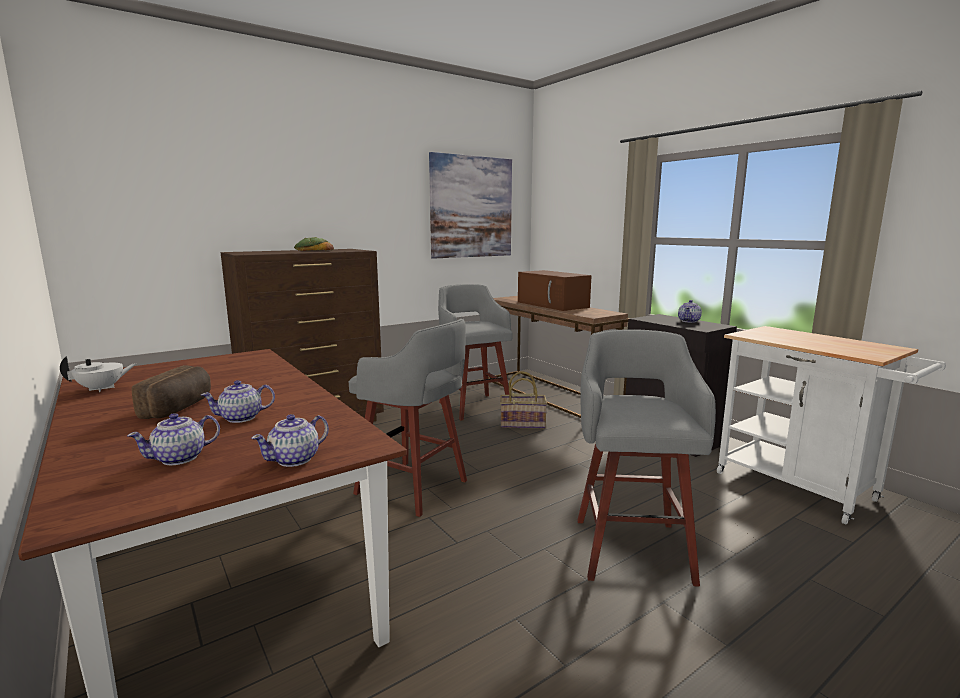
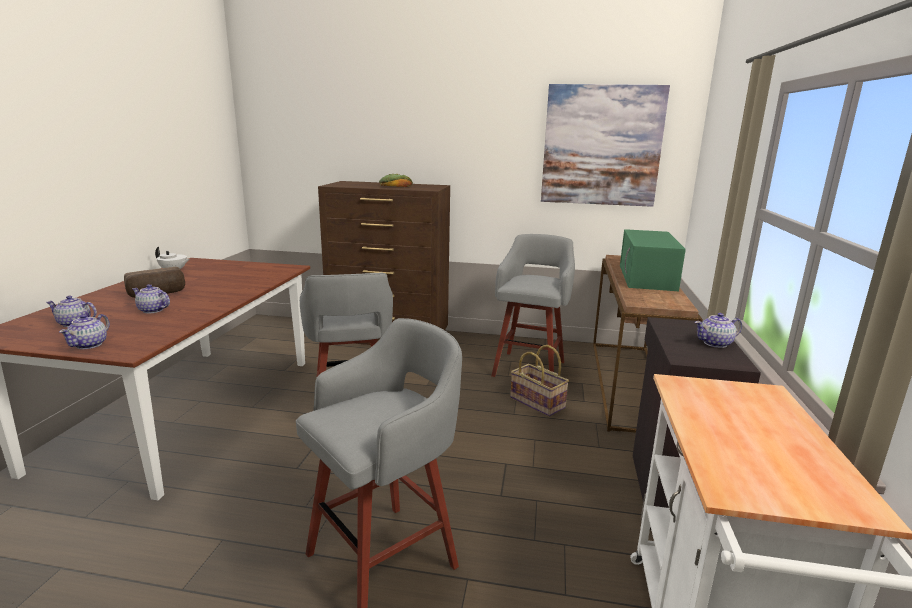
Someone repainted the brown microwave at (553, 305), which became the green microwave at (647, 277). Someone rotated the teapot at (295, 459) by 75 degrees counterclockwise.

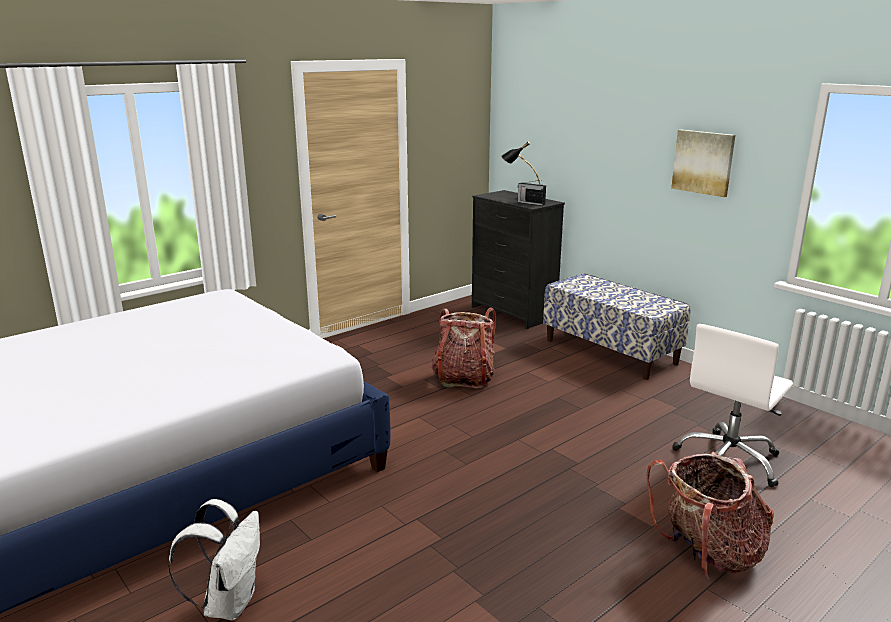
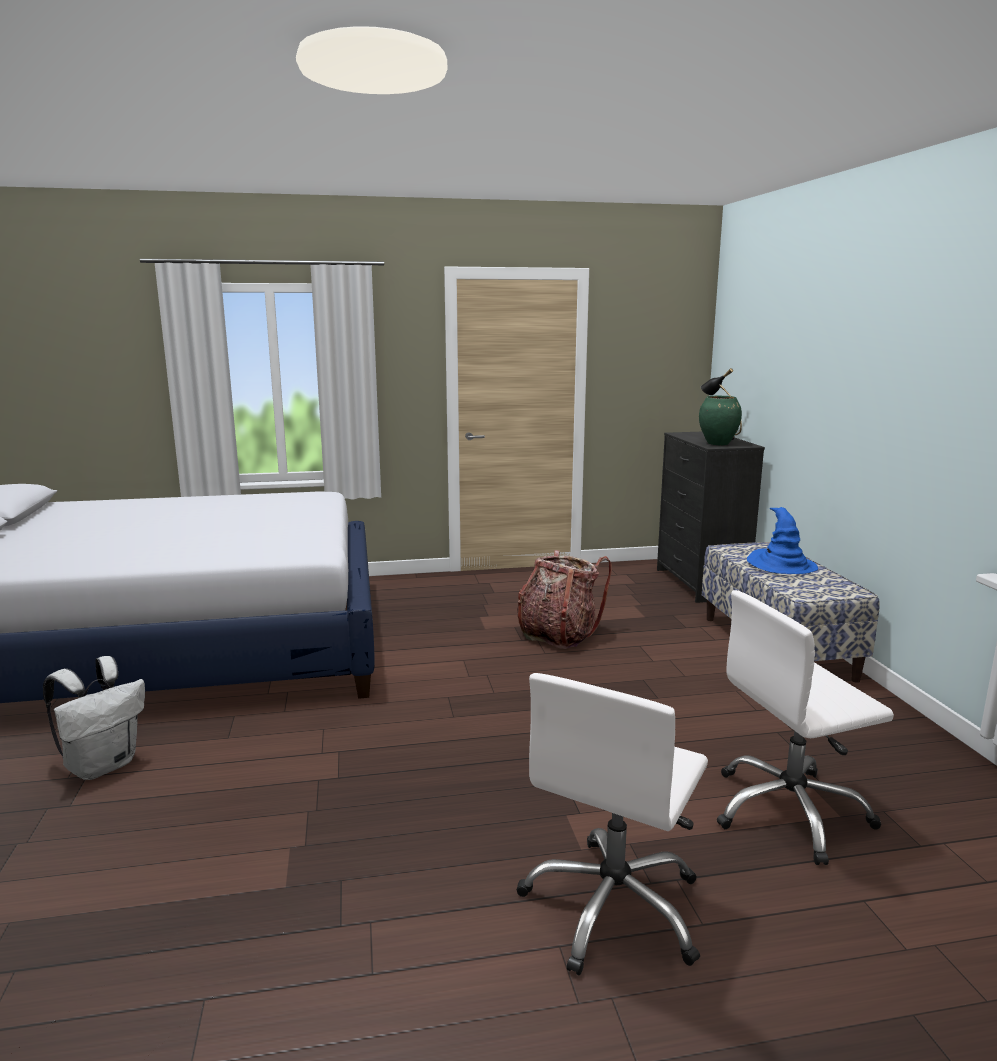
Someone took away the picture at (703, 162). Someone swapped the radio at (530, 203) for the green vase at (718, 444). Someone swapped the backpack at (707, 553) for the white office chair at (614, 907). Someone put down the blue hat at (781, 565).

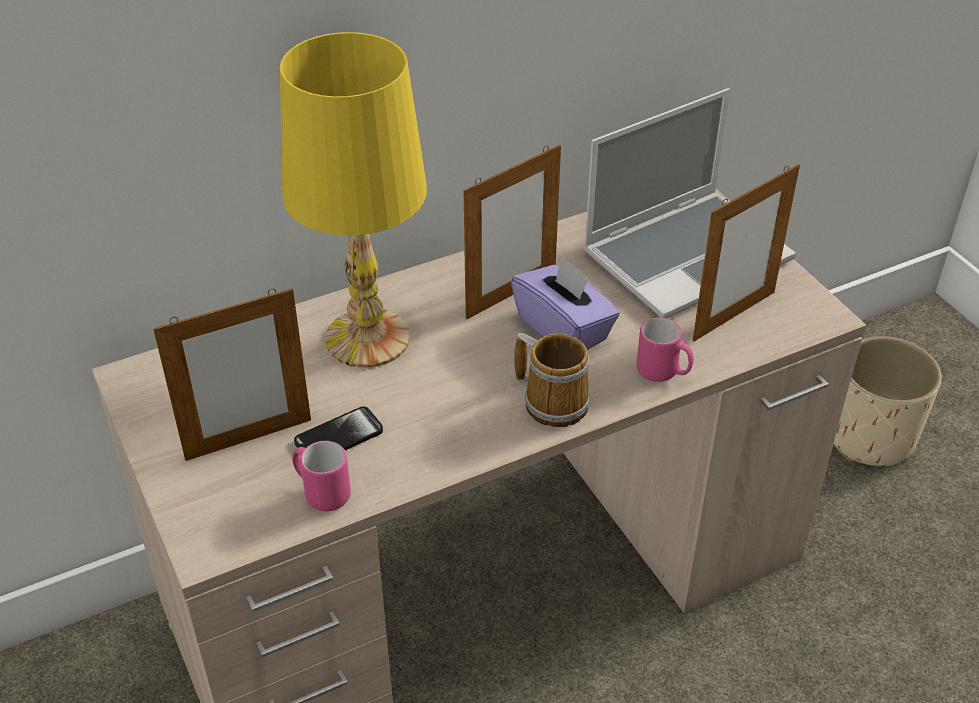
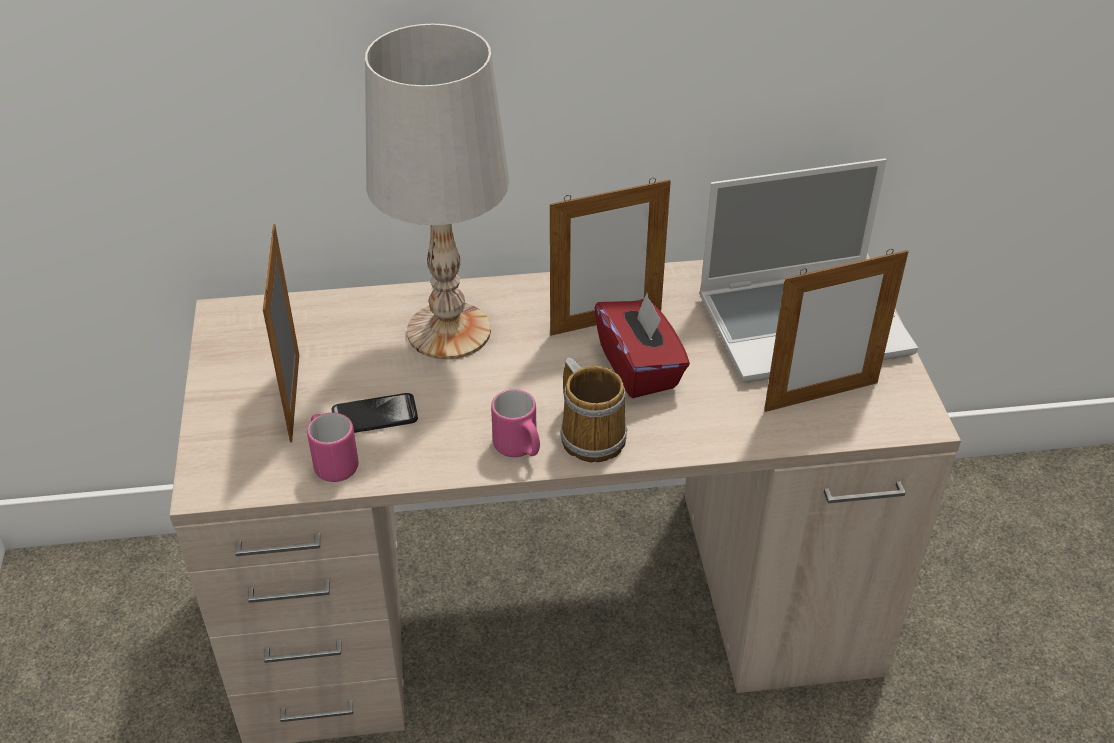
Someone repainted the yellow table lamp at (366, 338), which became the white table lamp at (448, 330). Someone repainted the purple tissue box at (564, 329), which became the red tissue box at (639, 368). Someone rotated the picture frame at (249, 439) by 90 degrees clockwise. Someone carried the pink mug from (663, 373) to (519, 449). Someone took away the beige planter at (871, 437).

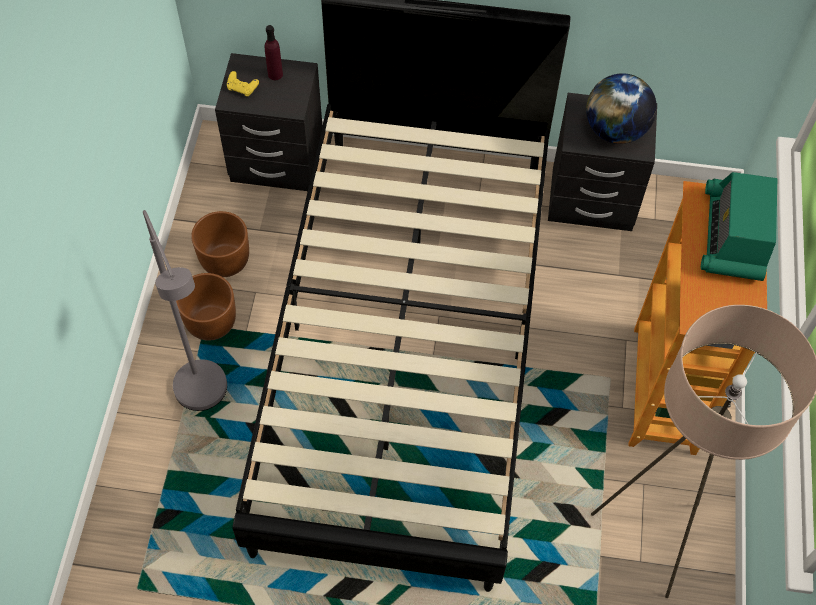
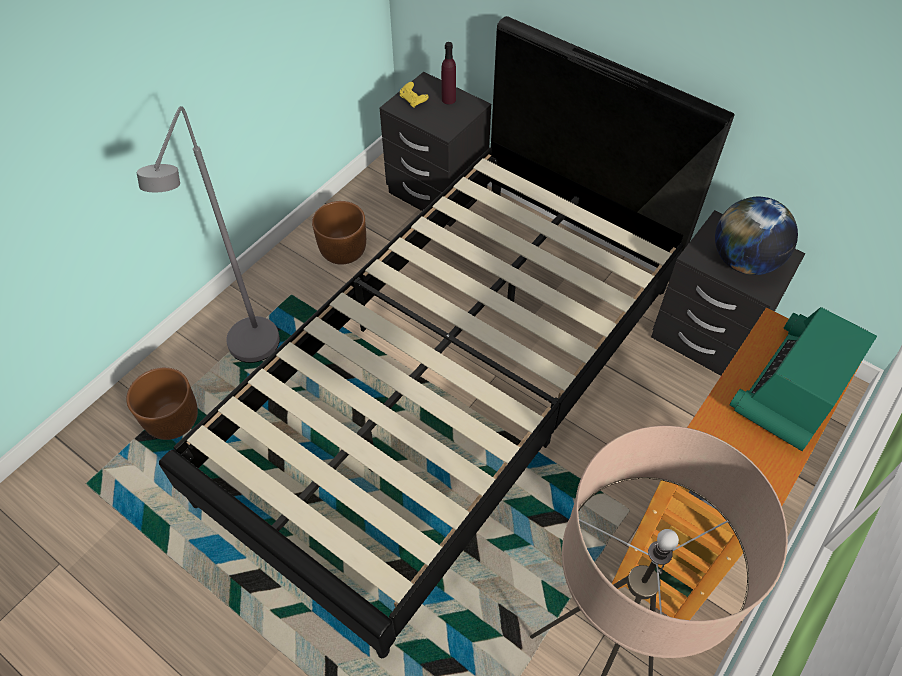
Someone carried the brown planter from (211, 321) to (173, 419).

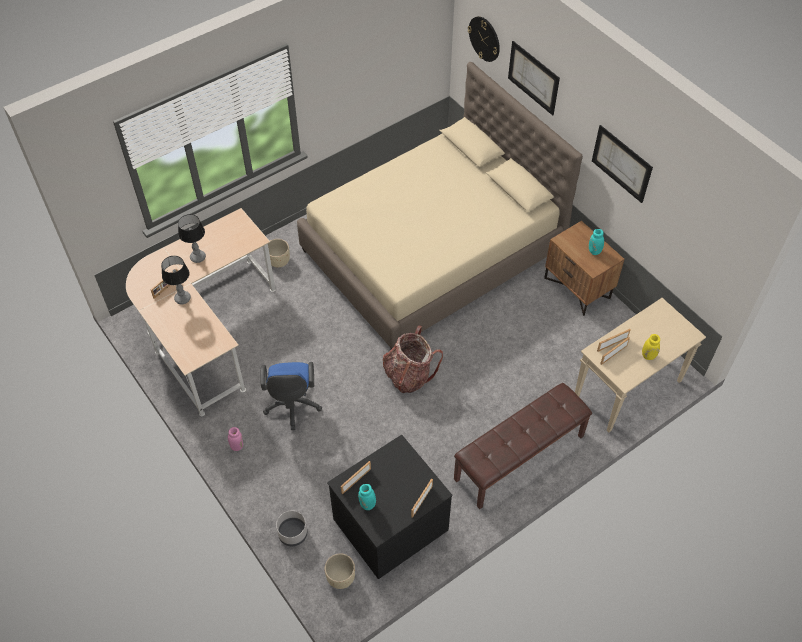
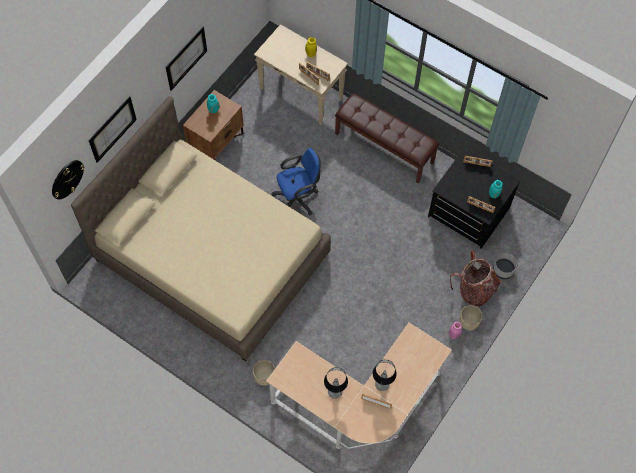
Someone carried the backpack from (408, 375) to (474, 290). Someone carried the blue office chair from (292, 407) to (298, 198). Someone carried the beige planter from (341, 578) to (469, 322).

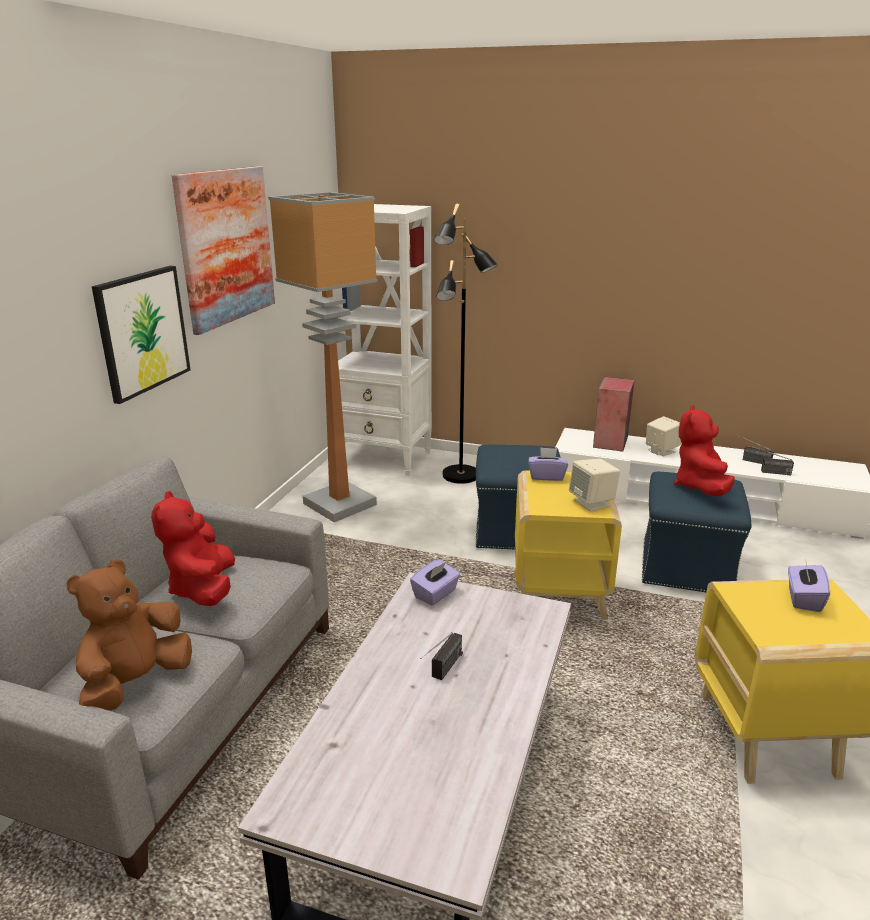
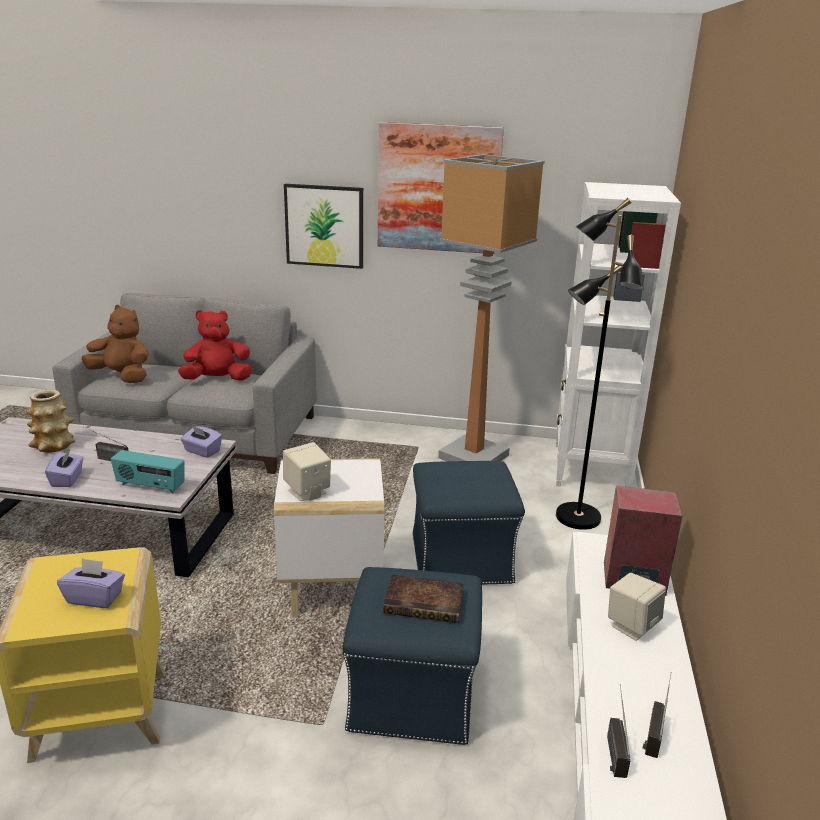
Someone swapped the red plush toy at (700, 487) for the book at (426, 603). Someone carried the purple tissue box from (546, 476) to (67, 479). Someone repainted the yellow side table at (560, 596), which became the white side table at (332, 588). Someone put down the vase at (54, 446). Someone put down the radio at (150, 486).

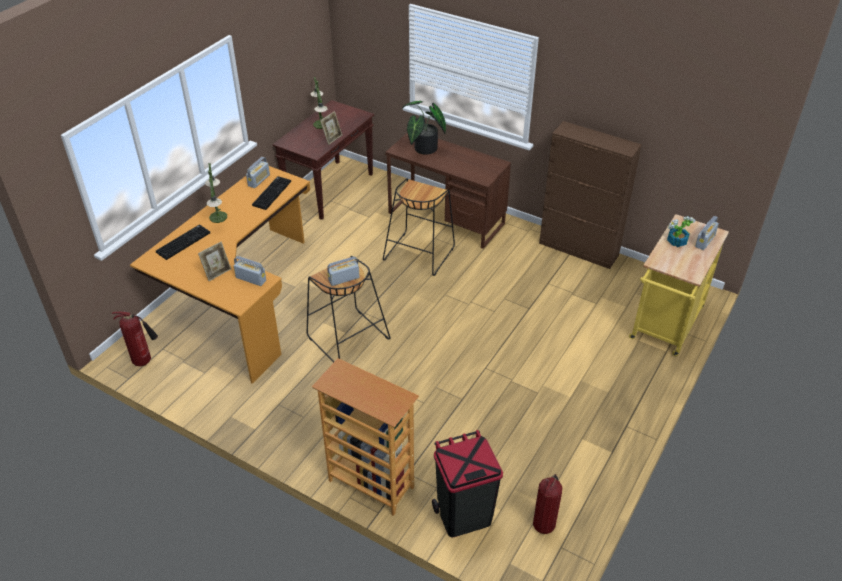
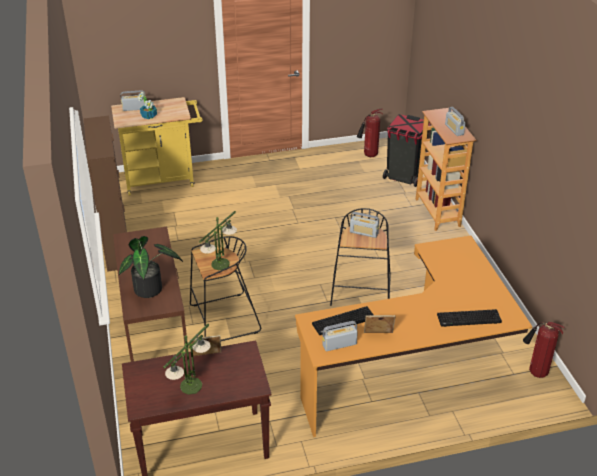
Someone carried the table lamp from (218, 217) to (220, 264). Someone carried the picture frame from (217, 272) to (378, 336). Someone carried the radio from (251, 279) to (454, 129).

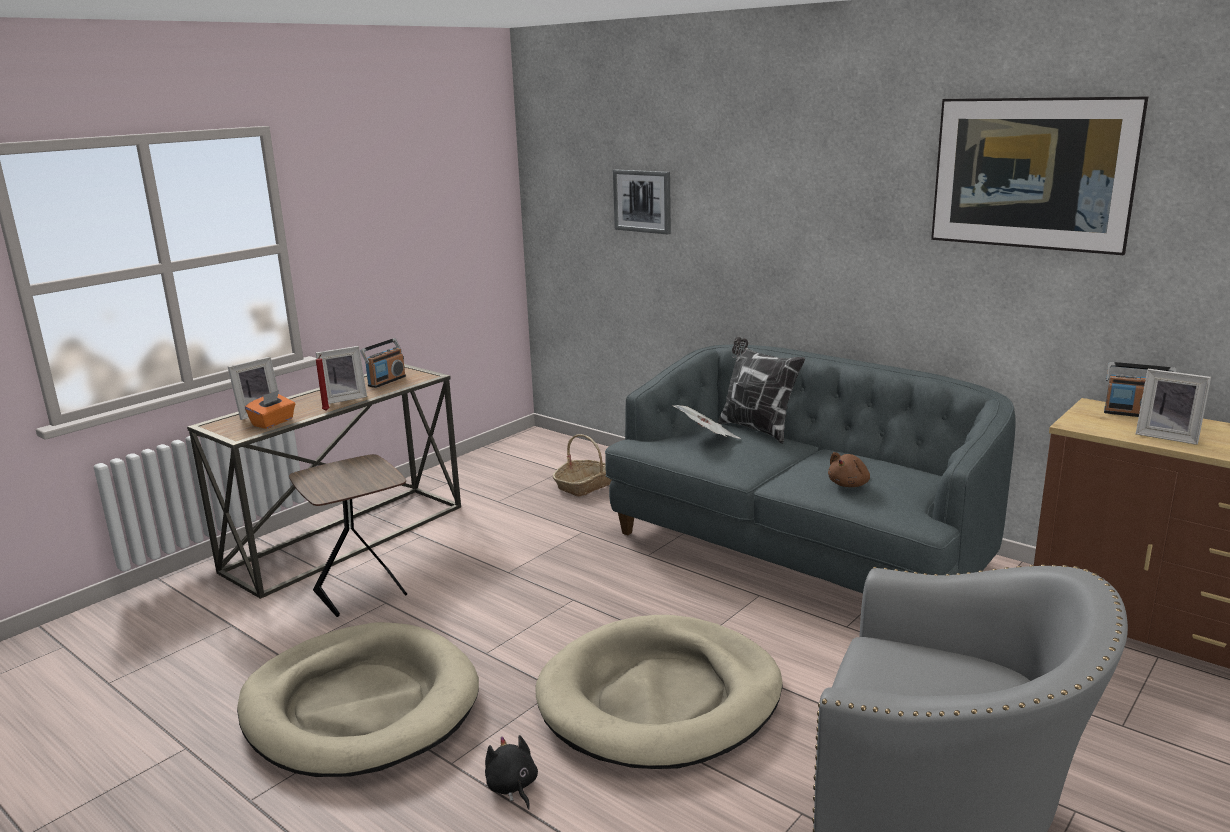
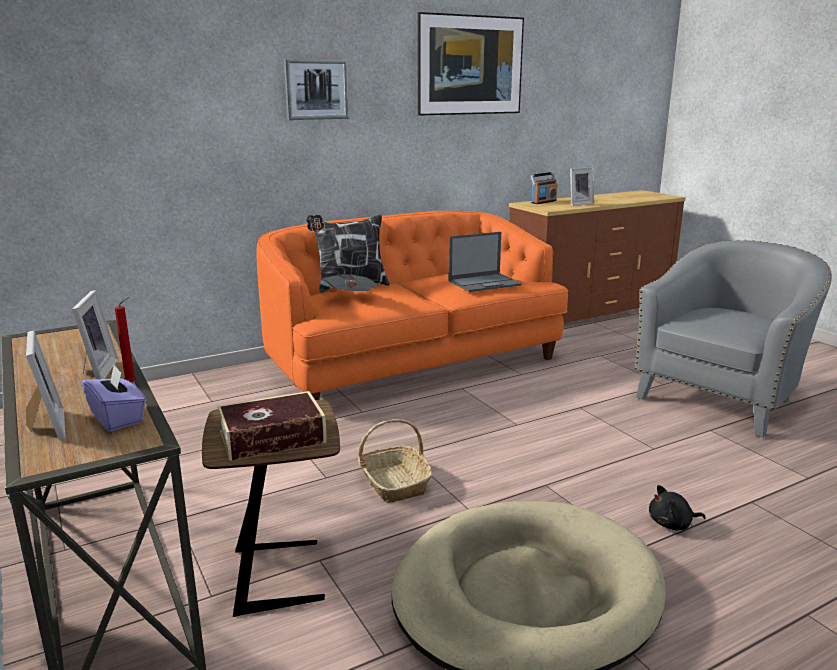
Someone carried the picture from (643, 201) to (316, 89). Someone took away the radio at (386, 381). Someone repainted the grey sofa at (800, 550), which became the orange sofa at (412, 363). Someone repainted the orange tissue box at (273, 422), which became the purple tissue box at (118, 418). Someone carried the basket from (586, 485) to (394, 483). Someone swapped the brown plush toy at (849, 484) for the laptop at (485, 283). Someone took away the beige dog bed at (660, 698). Someone put down the book at (272, 437).

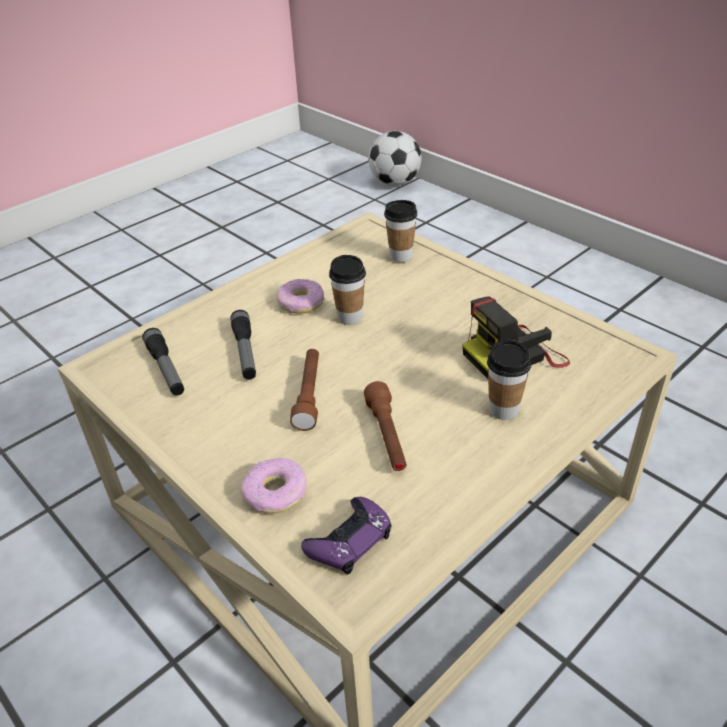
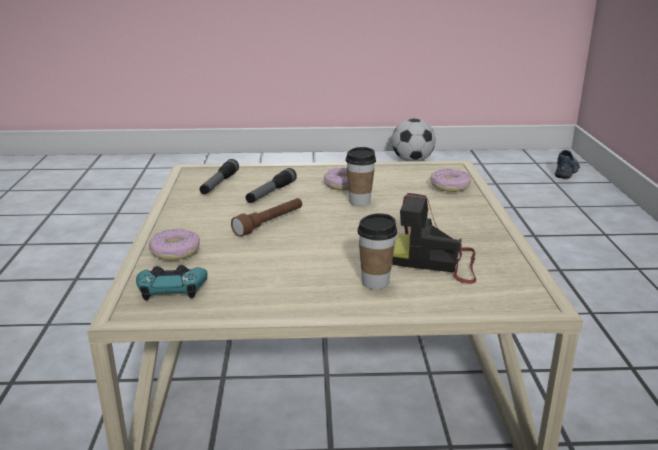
Someone carried the football from (395, 183) to (412, 161). Someone swapped the cup at (401, 256) for the donut at (450, 186). Someone took away the brown flashlight at (387, 436). Someone repainted the purple game controller at (349, 540), which became the turquoise game controller at (171, 288). Someone put down the shoe at (566, 171).

